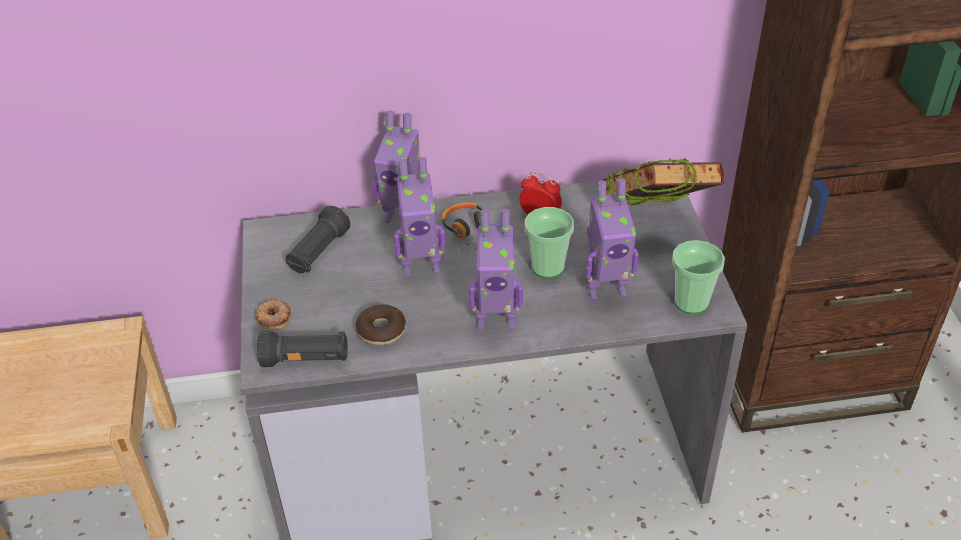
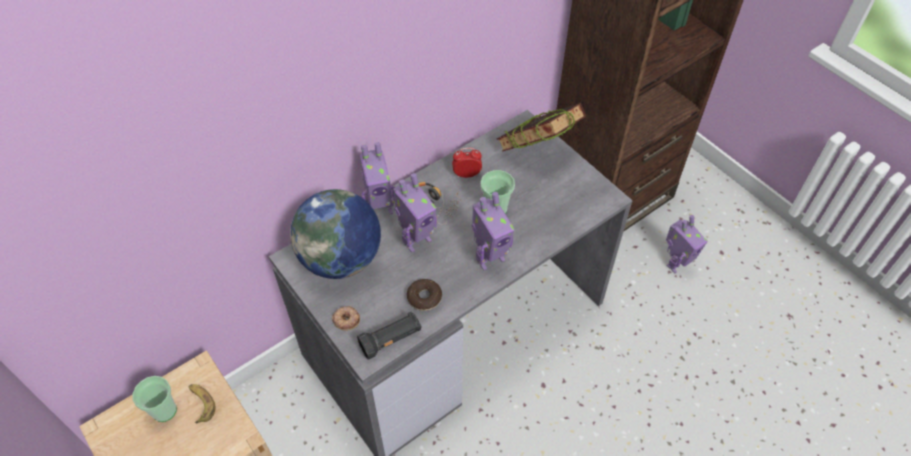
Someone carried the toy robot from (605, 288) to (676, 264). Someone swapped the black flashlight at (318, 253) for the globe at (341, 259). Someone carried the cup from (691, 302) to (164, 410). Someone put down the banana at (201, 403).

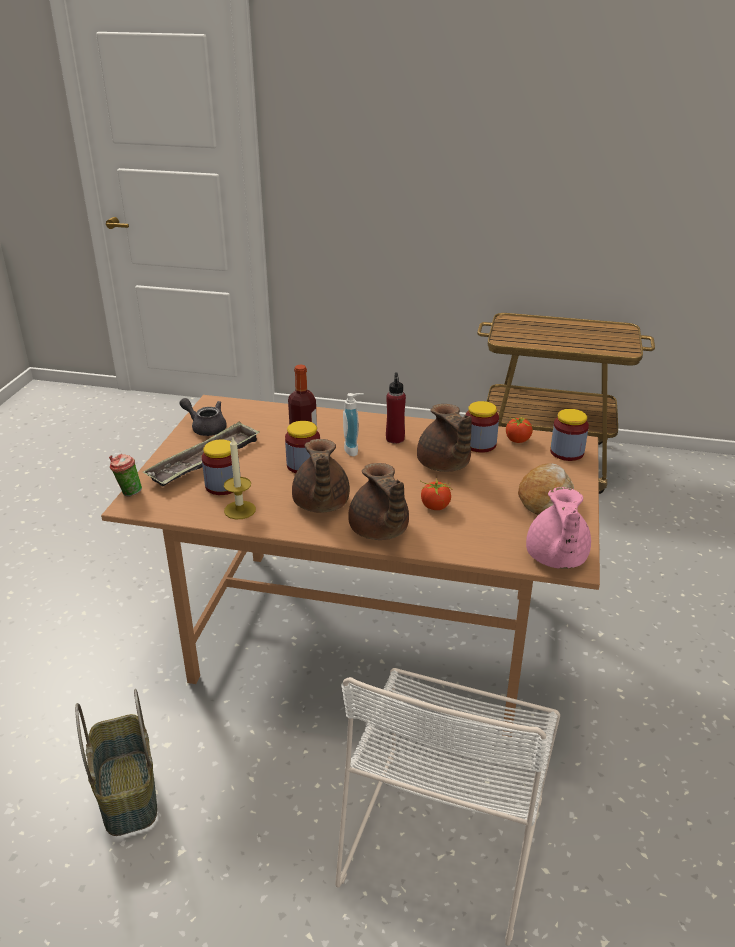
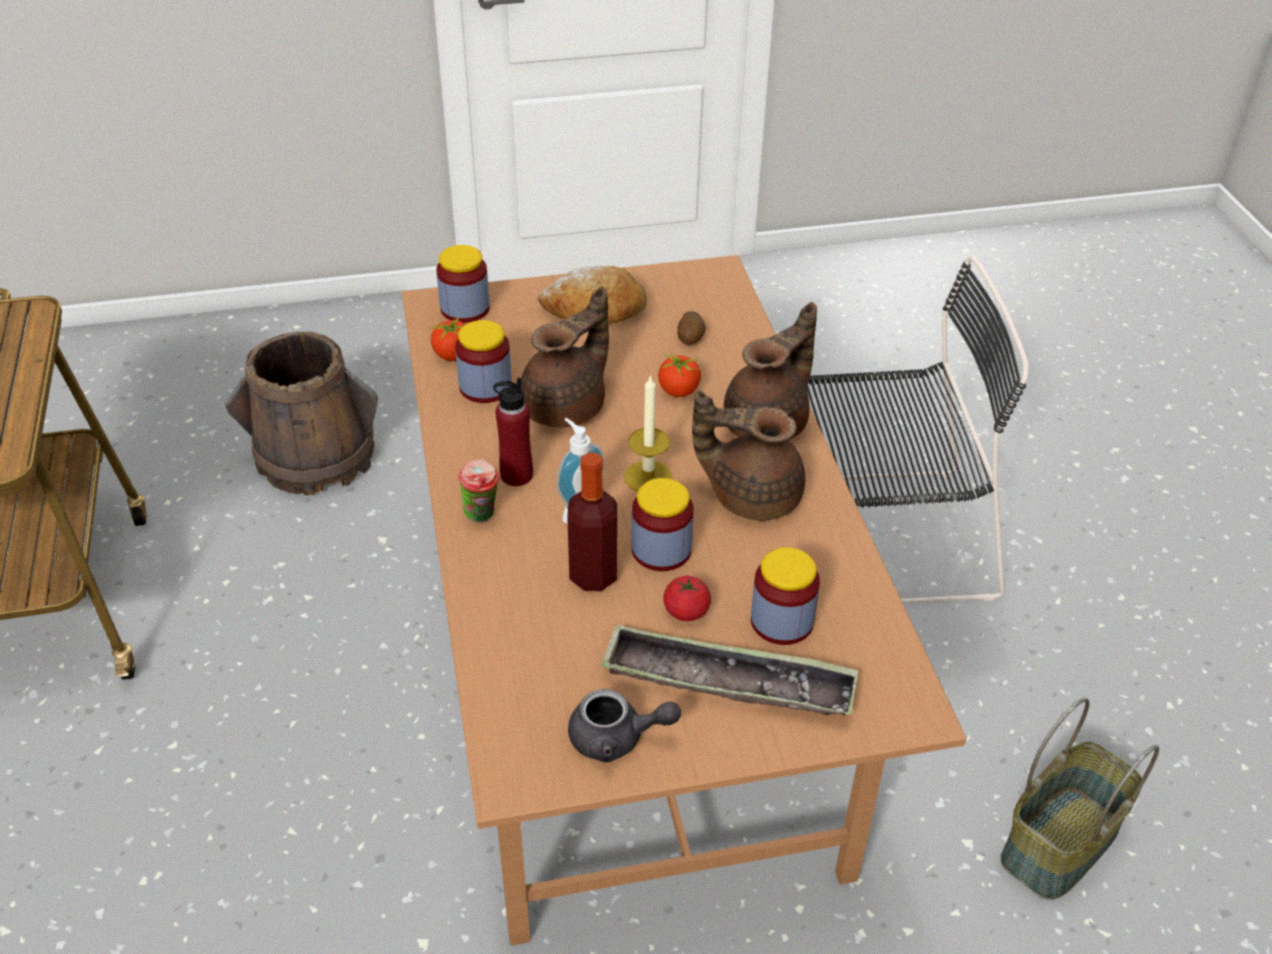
Someone rotated the grey teapot at (206, 427) by 90 degrees counterclockwise. Someone carried the candle from (240, 510) to (648, 477). Someone rotated the brown teapot at (320, 504) by 135 degrees counterclockwise. Someone carried the cup from (128, 493) to (482, 516). Someone took away the pink teapot at (555, 558). Someone repainted the white chair at (446, 831), which became the black chair at (876, 538). Someone put down the potato at (691, 338). Someone put down the brown bucket at (315, 457). Someone put down the tomato at (686, 611).

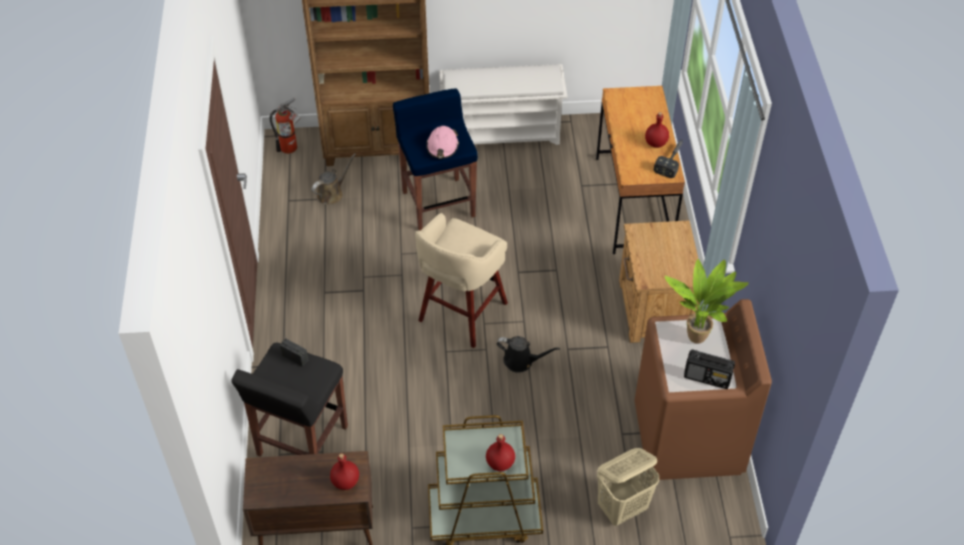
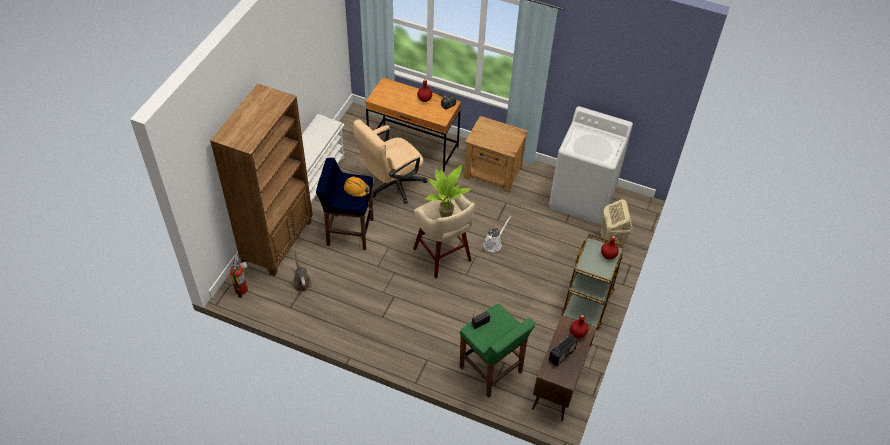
Someone repainted the pink hard hat at (442, 147), which became the orange hard hat at (357, 189). Someone carried the potted plant from (698, 335) to (444, 214). Someone repainted the brown washing machine at (688, 439), which became the white washing machine at (582, 198). Someone repainted the black watering can at (521, 361), which became the white watering can at (493, 243). Someone repainted the black stool at (301, 442), which became the green stool at (491, 371). Someone carried the radio from (707, 377) to (562, 355). Someone put down the beige office chair at (391, 186).

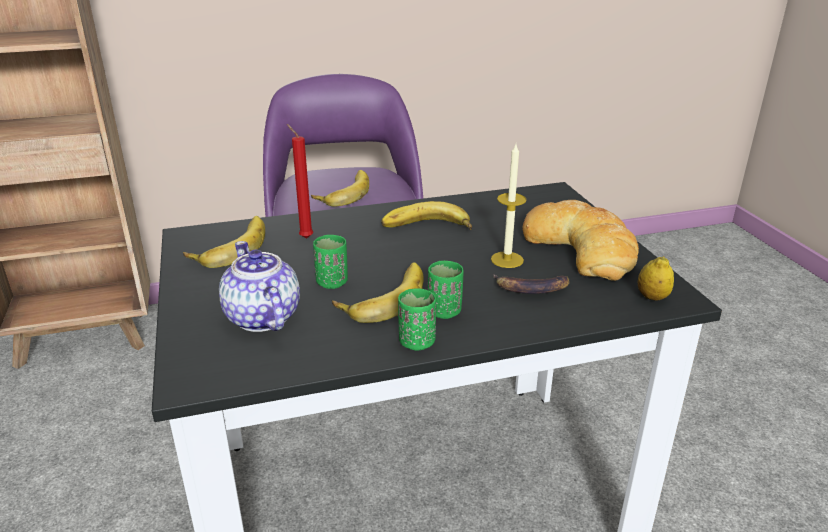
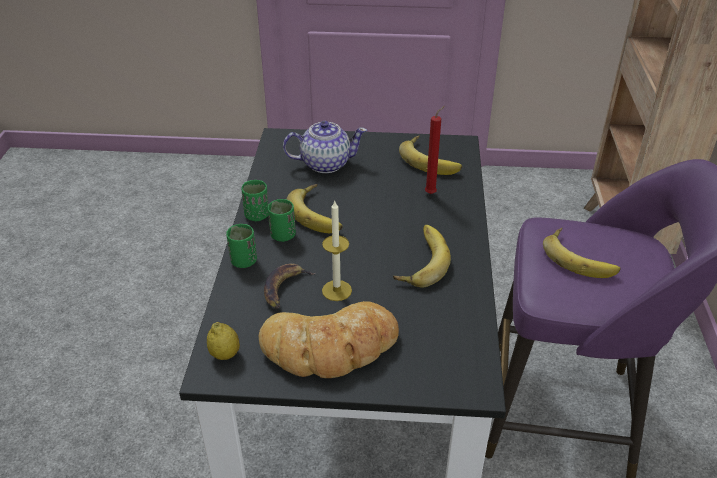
Someone carried the green cup from (332, 282) to (243, 261).

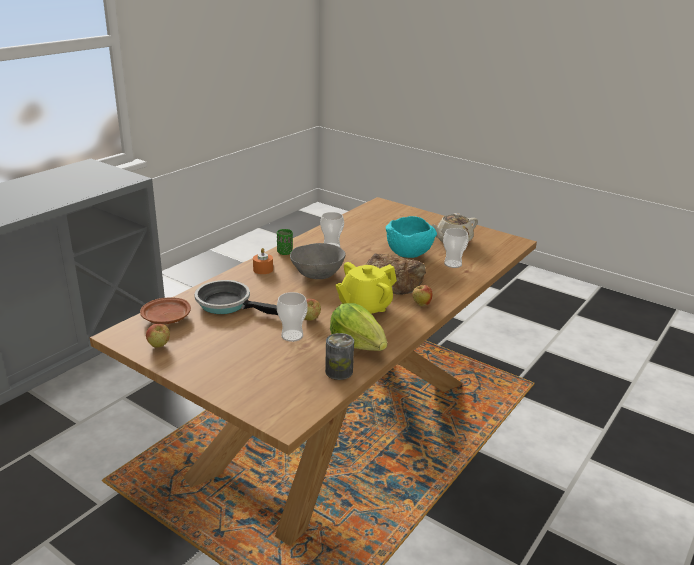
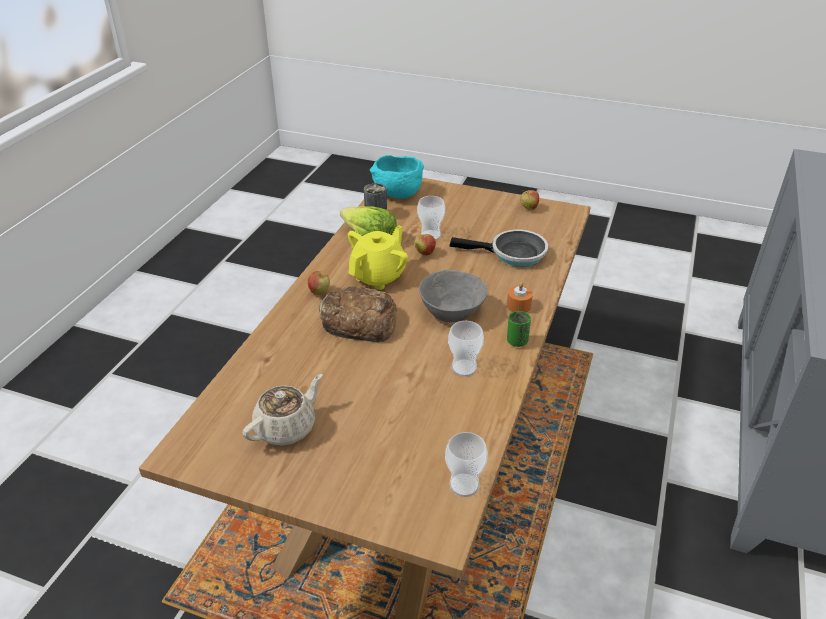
Someone carried the turquoise bowl from (409, 254) to (397, 195). Someone carried the cup from (453, 264) to (464, 485). Someone took away the brown plate at (166, 318).

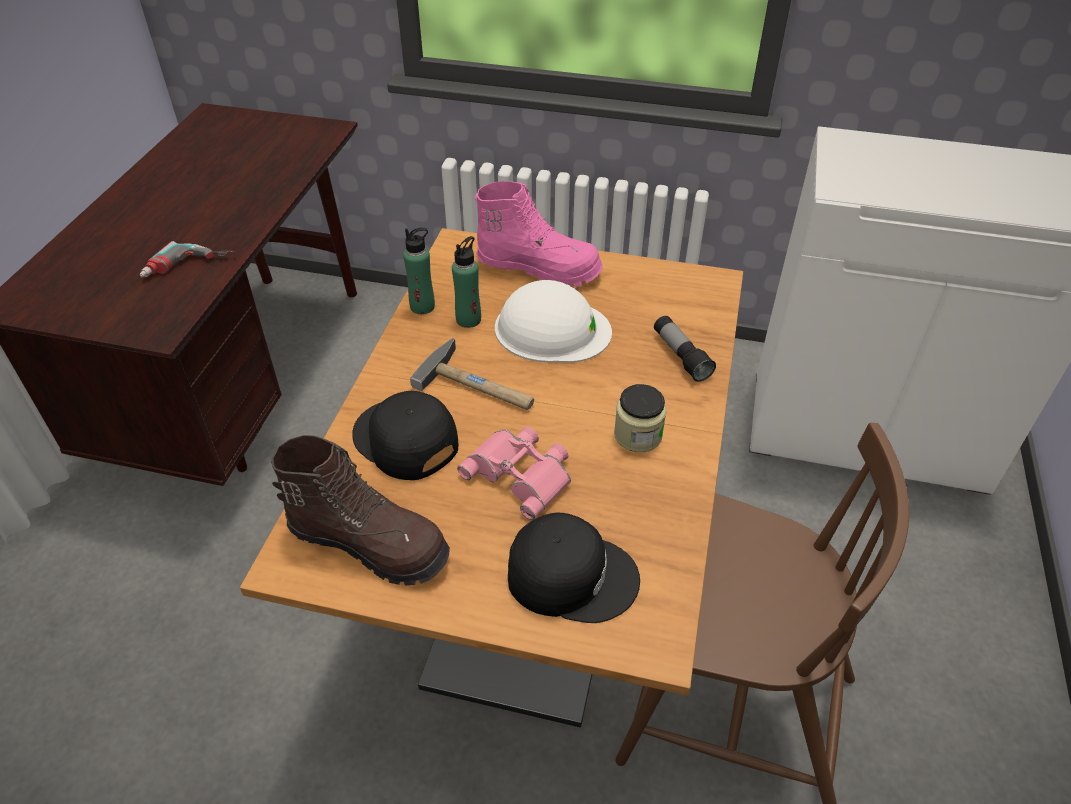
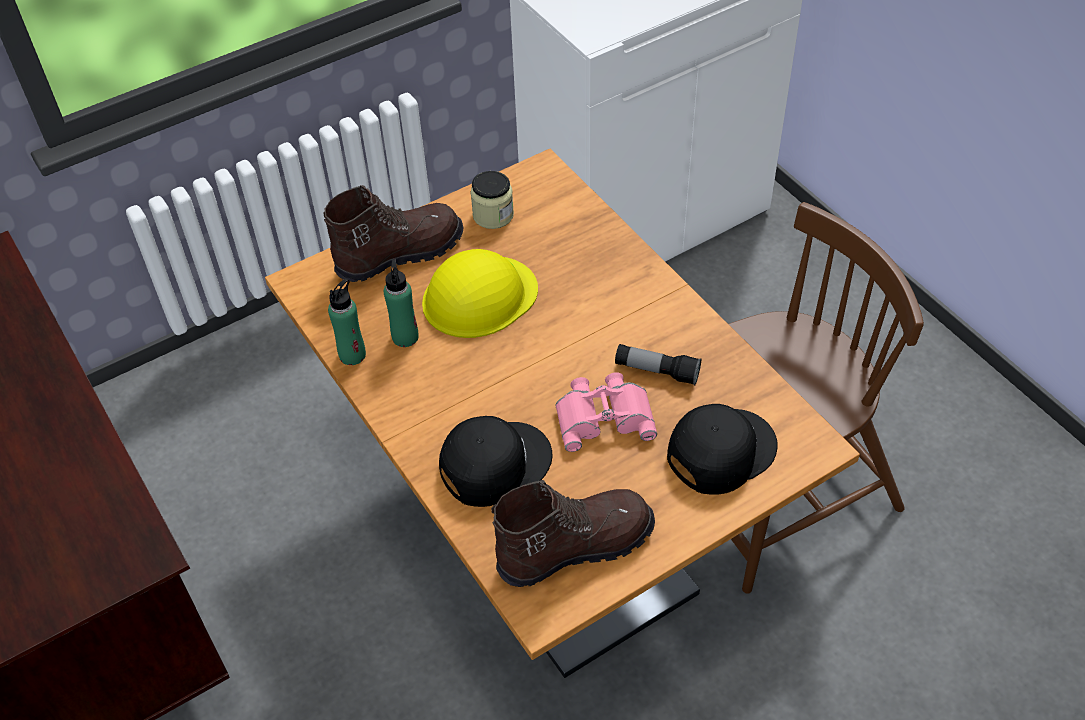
Someone repainted the pink boot at (539, 268), which became the brown boot at (399, 253). Someone took away the power drill at (188, 268). Someone repainted the white hard hat at (551, 329), which became the yellow hard hat at (479, 296). Someone carried the flashlight from (681, 356) to (657, 371). Someone took away the hammer at (479, 385). Someone carried the jar from (638, 435) to (493, 215). Someone rotated the black cap at (404, 441) by 150 degrees clockwise.

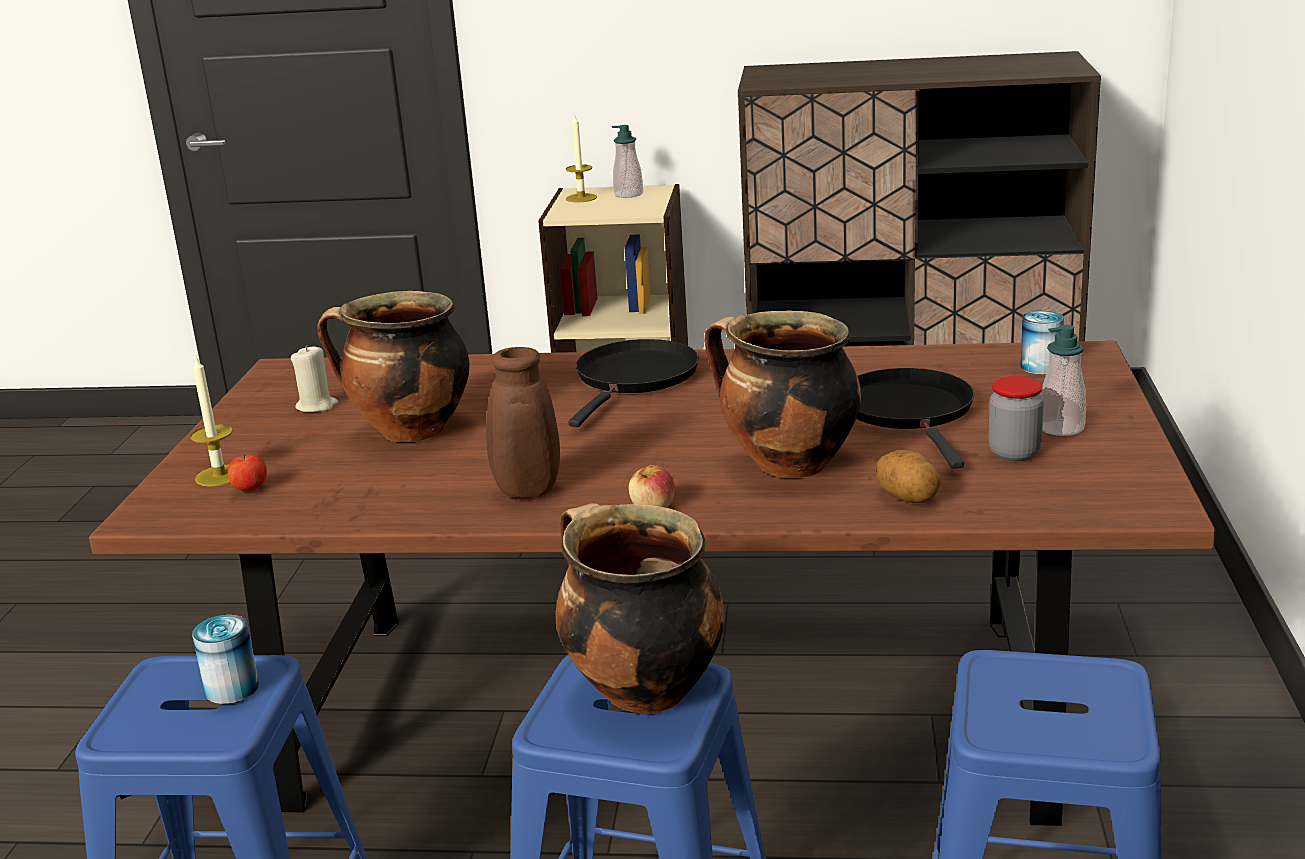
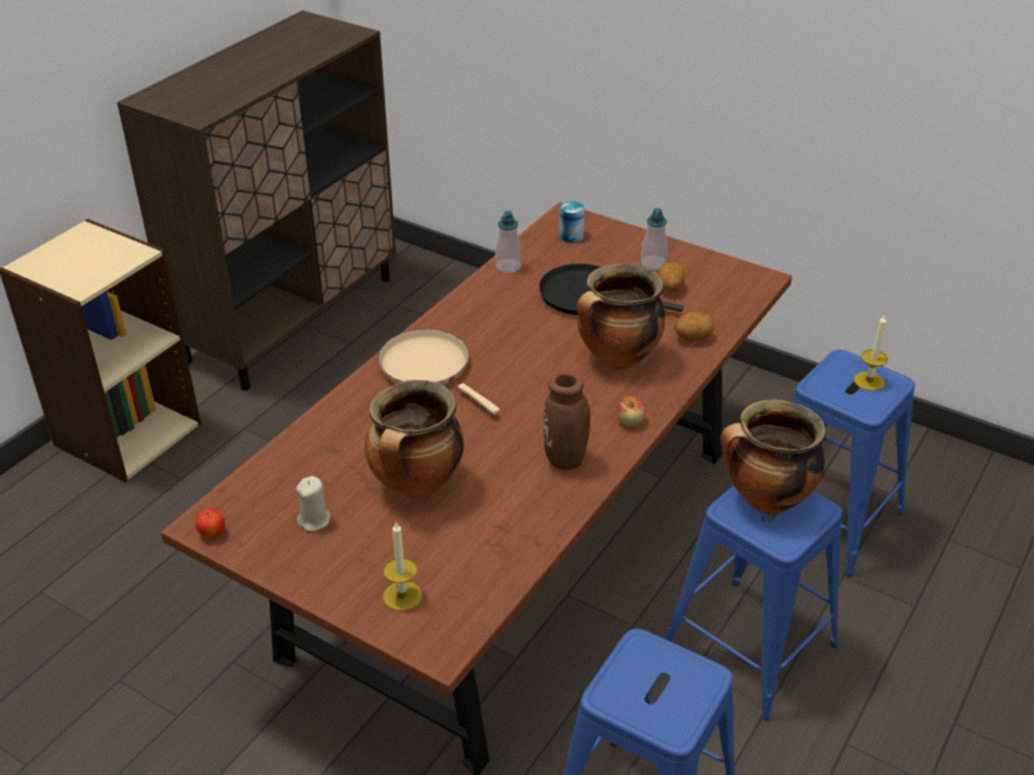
Someone carried the candle from (581, 198) to (869, 381). Someone carried the soap dispenser from (628, 194) to (508, 266). Someone repainted the black frying pan at (635, 378), which became the beige frying pan at (429, 368). Someone swapped the jar at (1014, 453) for the potato at (669, 288). Someone carried the apple from (250, 490) to (212, 534). Someone took away the can at (232, 688).

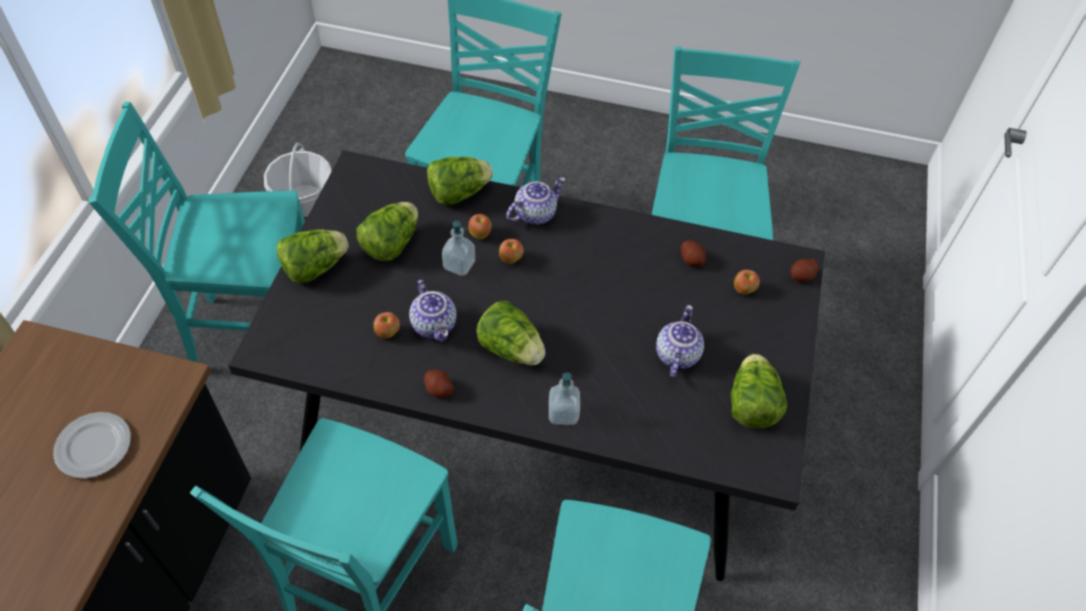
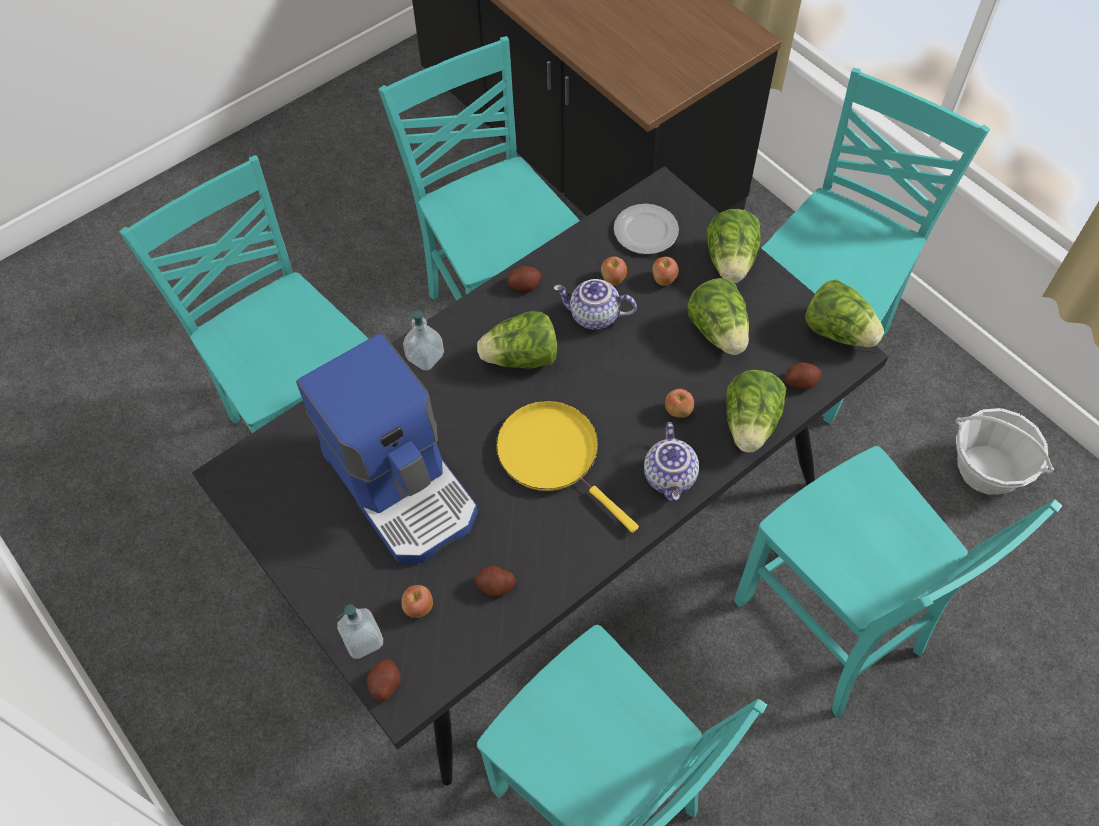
Someone carried the soap dispenser from (459, 265) to (363, 640). Someone carried the apple from (511, 259) to (663, 279). Someone swapped the teapot at (676, 354) for the coffee machine at (403, 485). Someone carried the lettuce from (751, 404) to (838, 331). Someone carried the plate from (93, 447) to (645, 231). Someone put down the potato at (800, 381). Someone put down the yellow frying pan at (553, 455).

